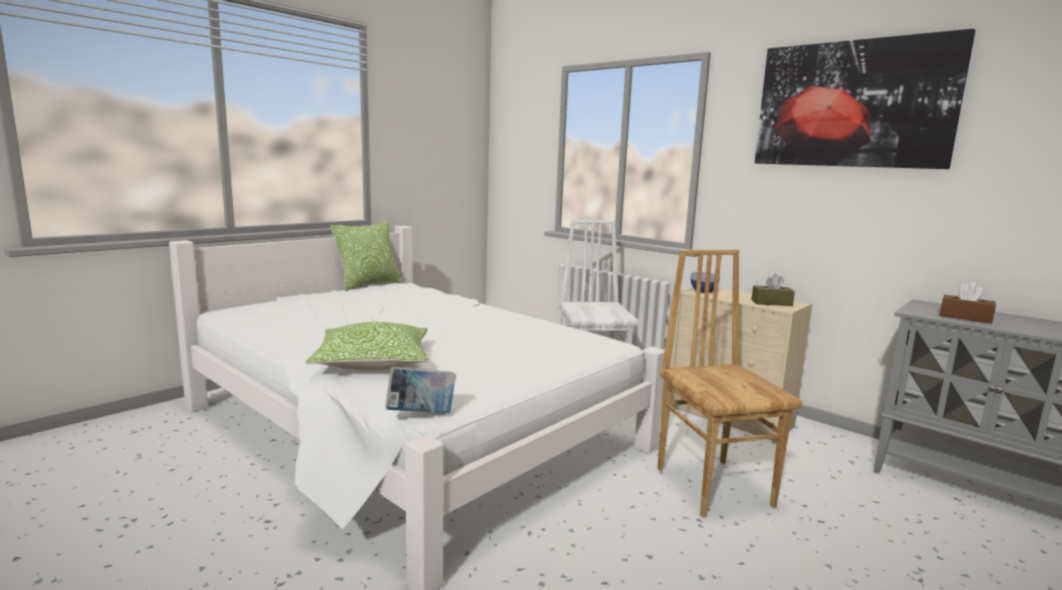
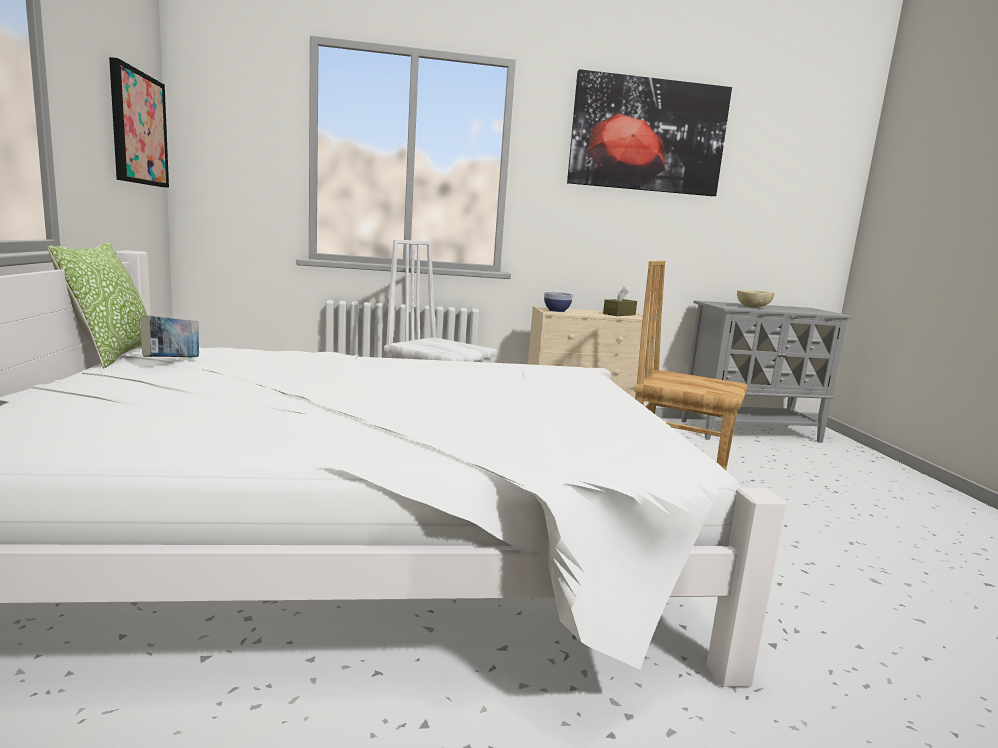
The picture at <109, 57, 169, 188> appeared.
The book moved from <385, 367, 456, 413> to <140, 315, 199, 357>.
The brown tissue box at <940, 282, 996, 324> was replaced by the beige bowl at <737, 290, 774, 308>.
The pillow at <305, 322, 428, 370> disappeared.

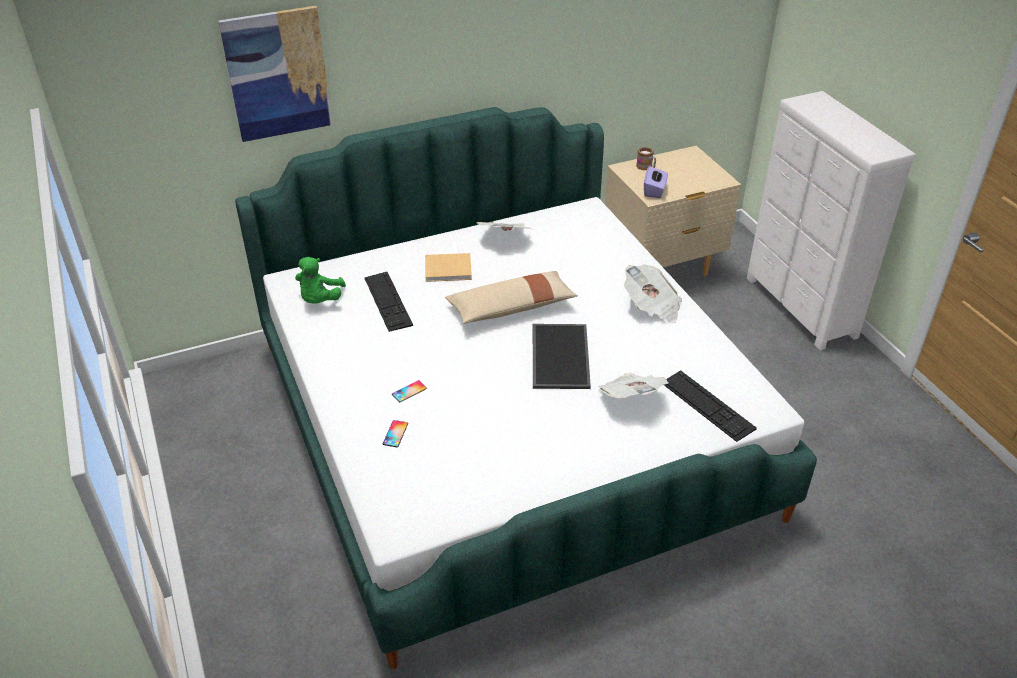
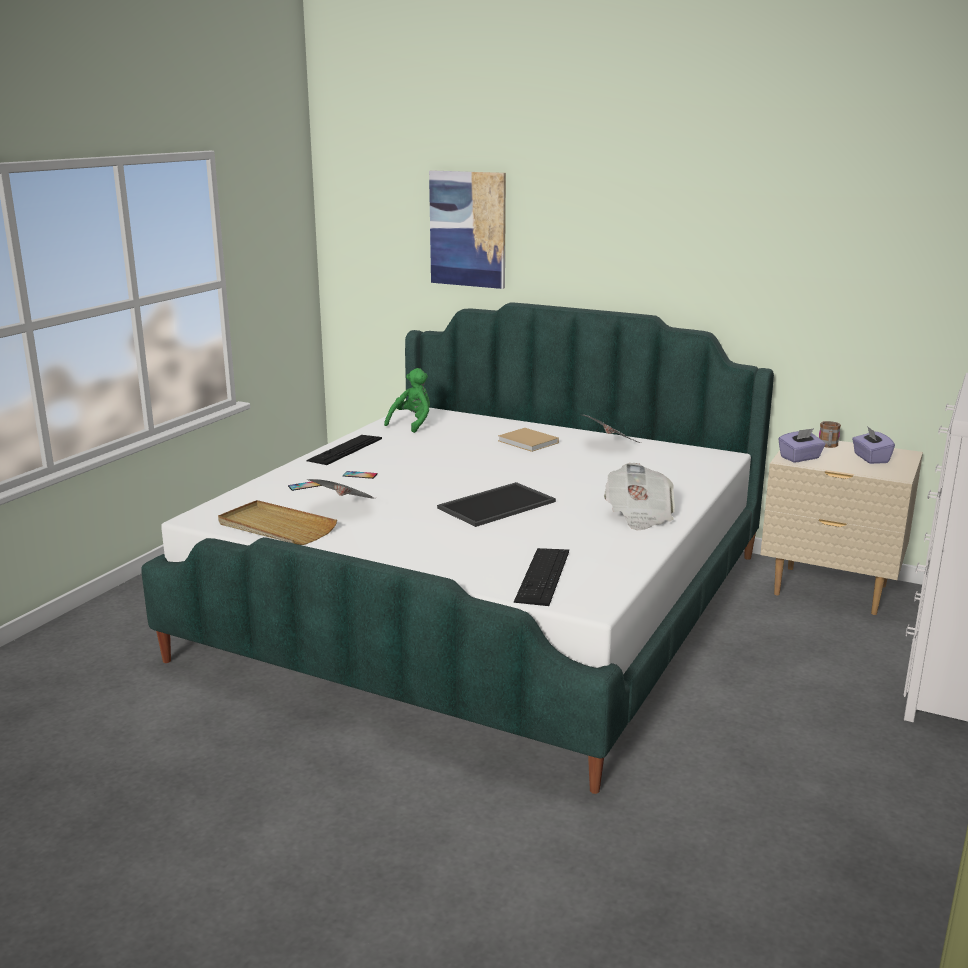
The beige tray at <218, 500, 337, 545> appeared.
The keyboard moved from <364, 272, 413, 332> to <306, 435, 382, 465>.
The newspaper moved from <598, 373, 669, 398> to <308, 479, 373, 498>.
The green plush toy at <295, 257, 346, 304> turned 150 degrees clockwise.
The purple tissue box at <852, 426, 895, 464> appeared.
The beige pillow at <445, 271, 578, 324> disappeared.

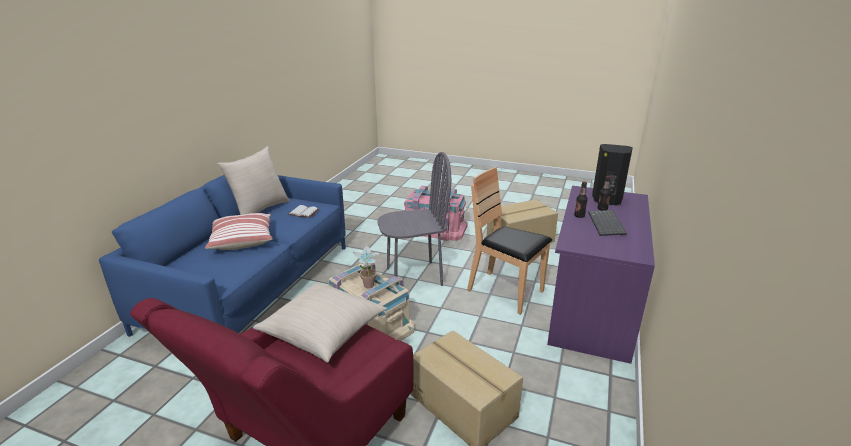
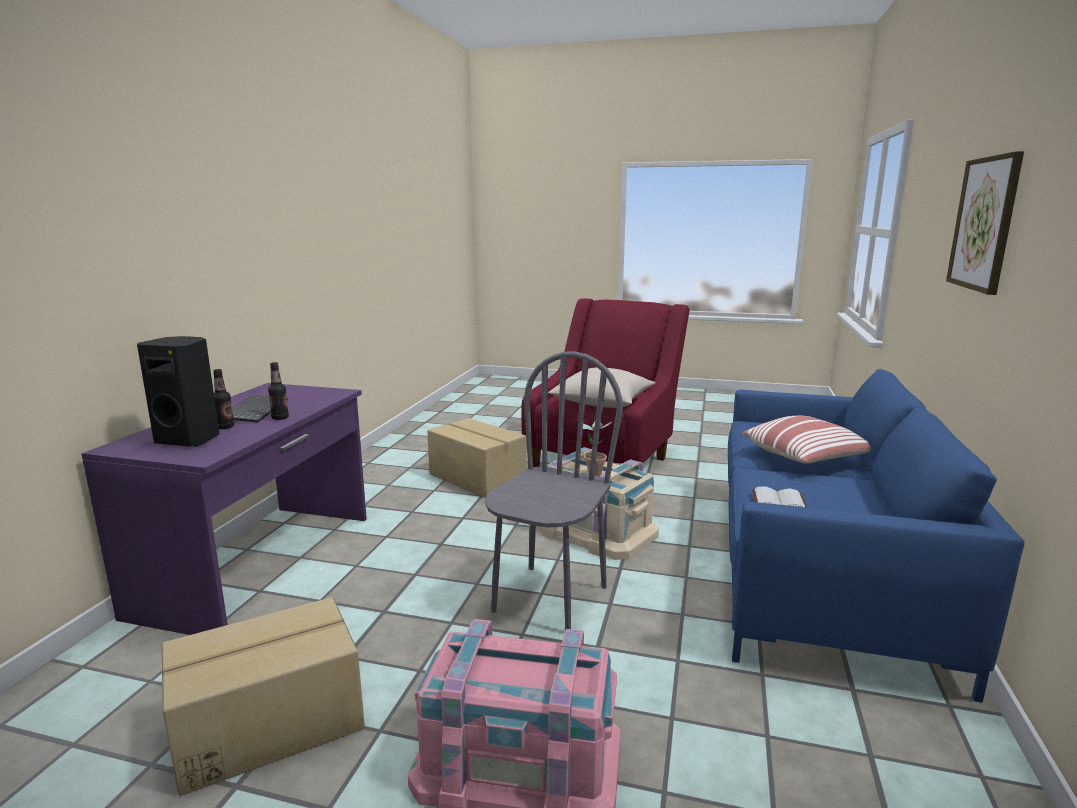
The grey chair at <377, 152, 451, 286> turned 135 degrees clockwise.
The picture at <946, 151, 1024, 295> appeared.
The beige pillow at <217, 146, 290, 215> disappeared.
The brown chair at <467, 167, 552, 315> disappeared.

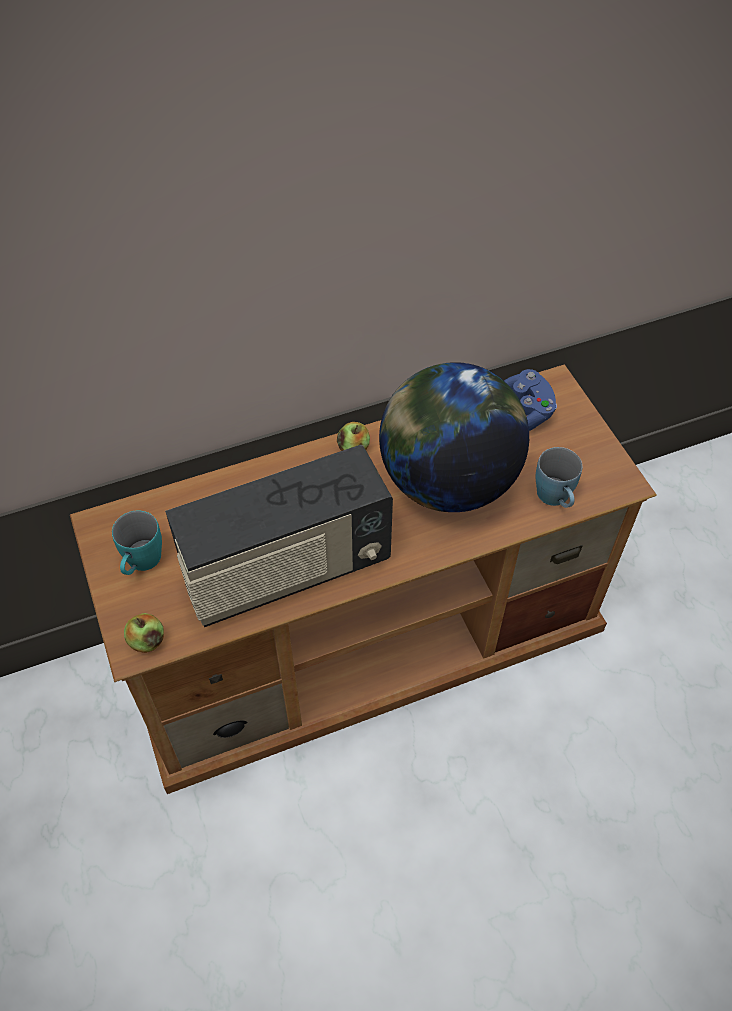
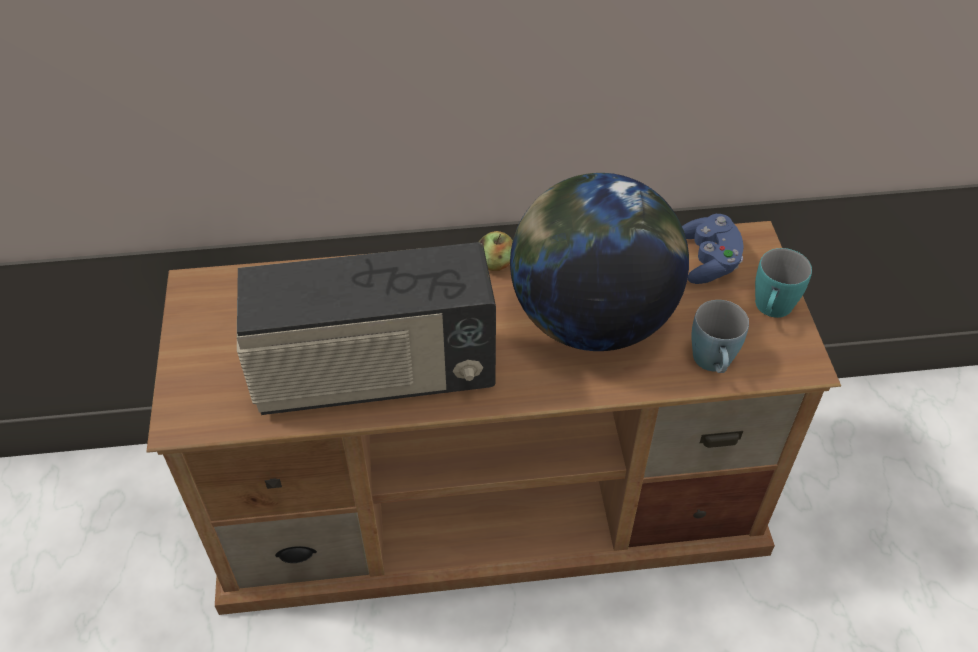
The turquoise mug moved from <112, 511, 162, 575> to <755, 248, 812, 318>.
The apple at <124, 613, 164, 653> disappeared.

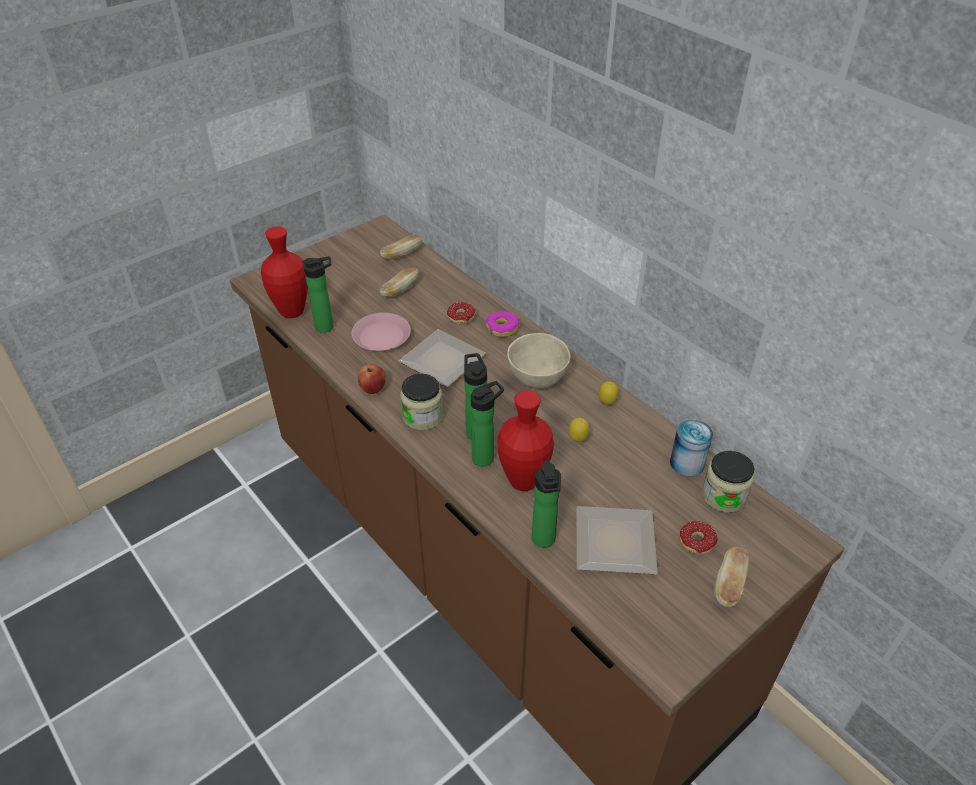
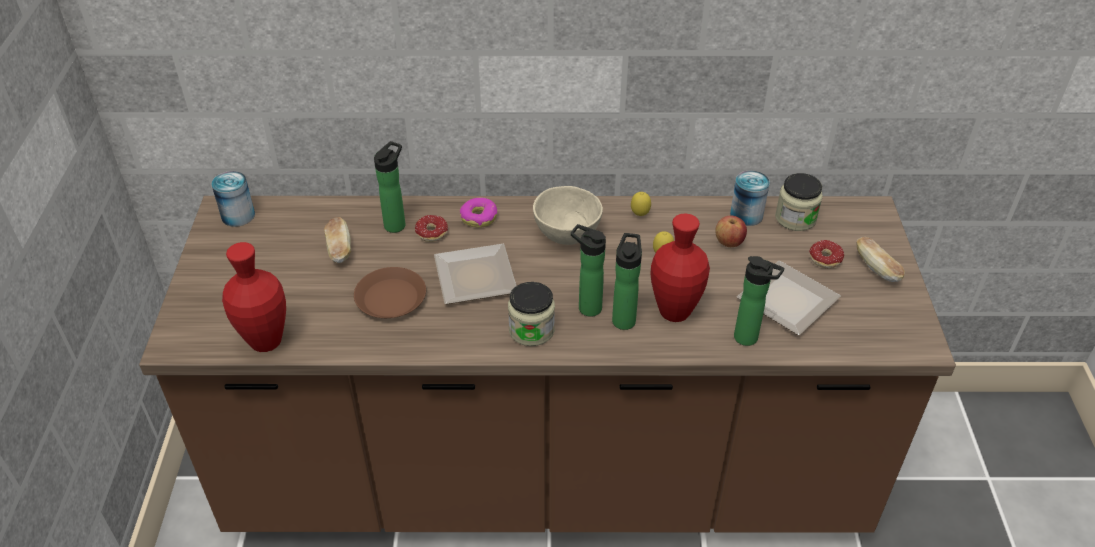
The can at <212, 171, 255, 227> appeared.
The pink plate at <351, 313, 411, 352> became the brown plate at <354, 267, 426, 318>.
The bottle moved from <302, 256, 334, 333> to <374, 141, 405, 233>.
The apple moved from <358, 364, 386, 394> to <715, 216, 747, 247>.
The bread at <380, 235, 422, 259> disappeared.

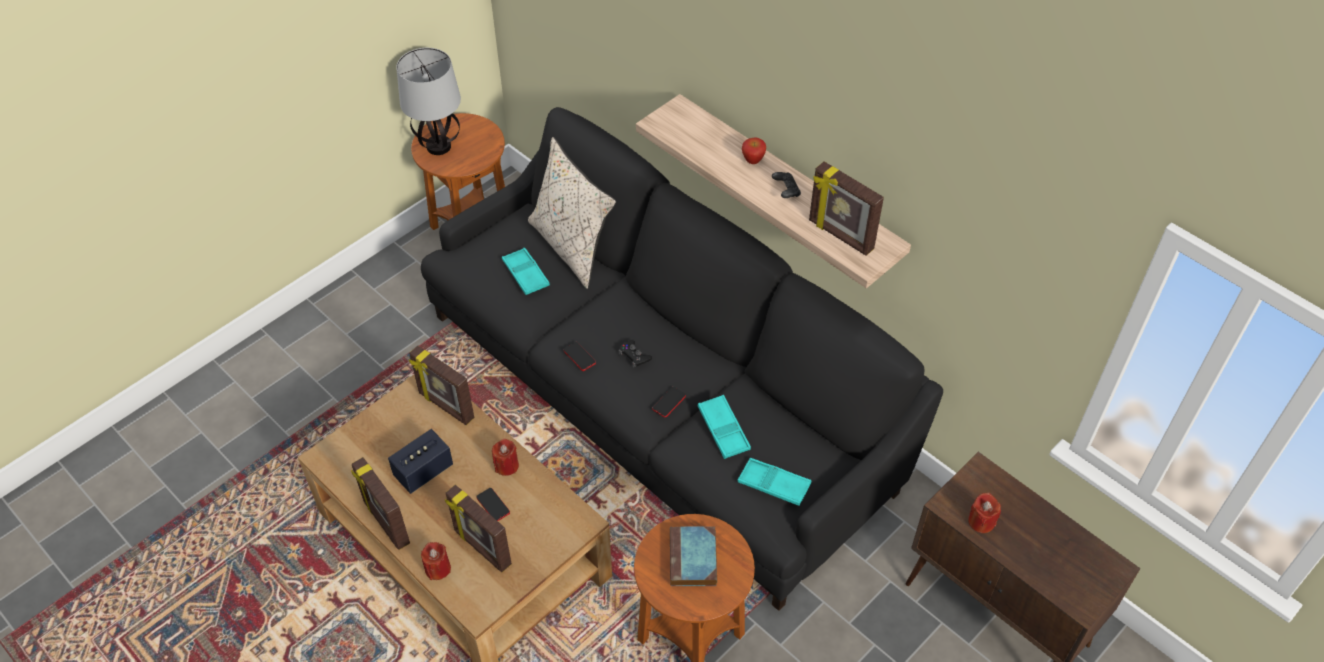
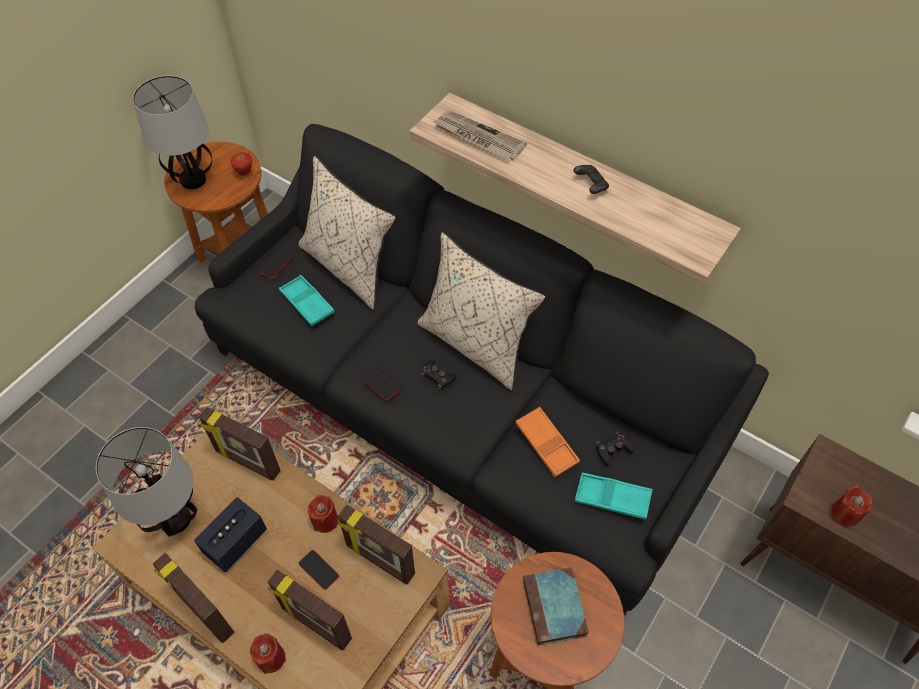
The table lamp at <96, 427, 197, 536> appeared.
The apple moved from <742, 137, 766, 164> to <231, 152, 252, 175>.
The phone moved from <652, 387, 686, 418> to <260, 251, 291, 279>.
The picture frame moved from <809, 161, 884, 256> to <338, 504, 415, 585>.
The beige pillow at <417, 232, 545, 390> appeared.
The newspaper at <433, 111, 527, 161> appeared.
The turquoise tray at <698, 395, 751, 459> became the orange tray at <515, 407, 580, 477>.
The black game controller at <596, 432, 634, 466> appeared.

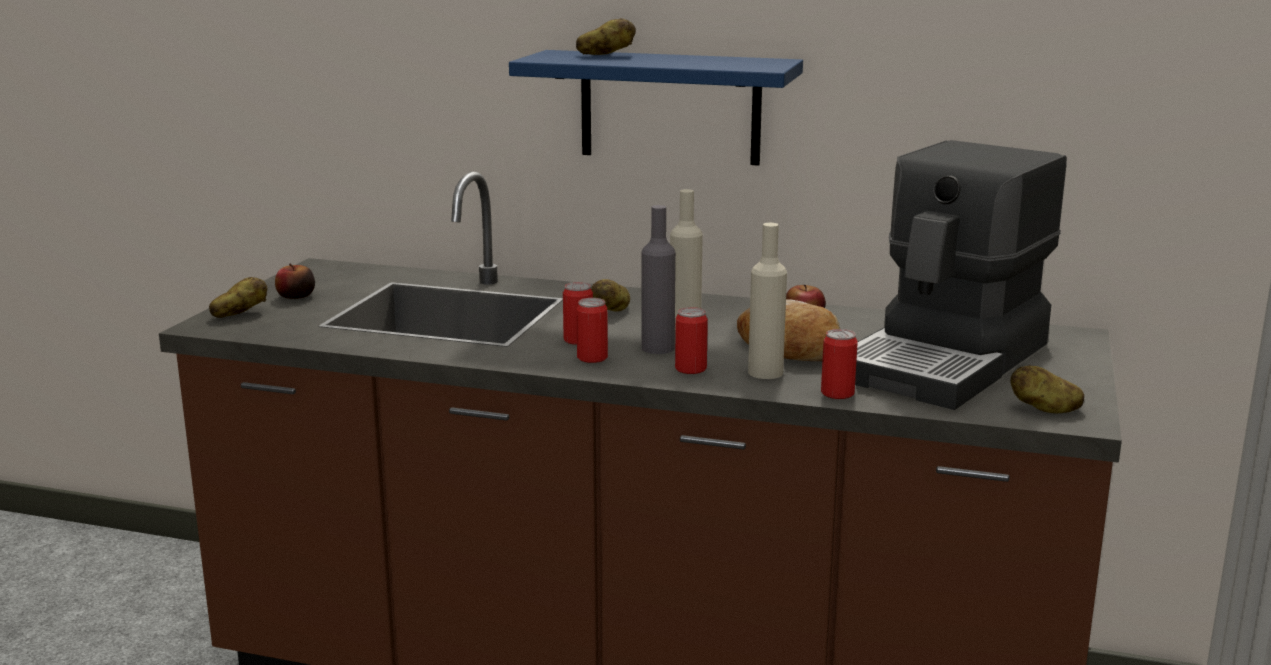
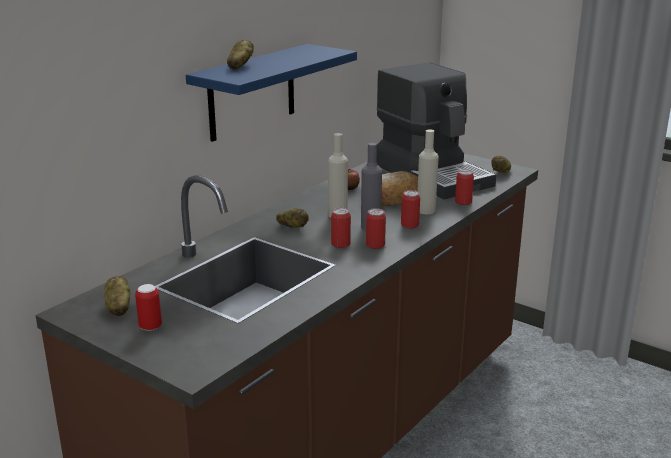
The potato moved from <209, 277, 267, 318> to <104, 276, 130, 316>.
The apple at <275, 264, 315, 299> was replaced by the can at <135, 284, 162, 331>.

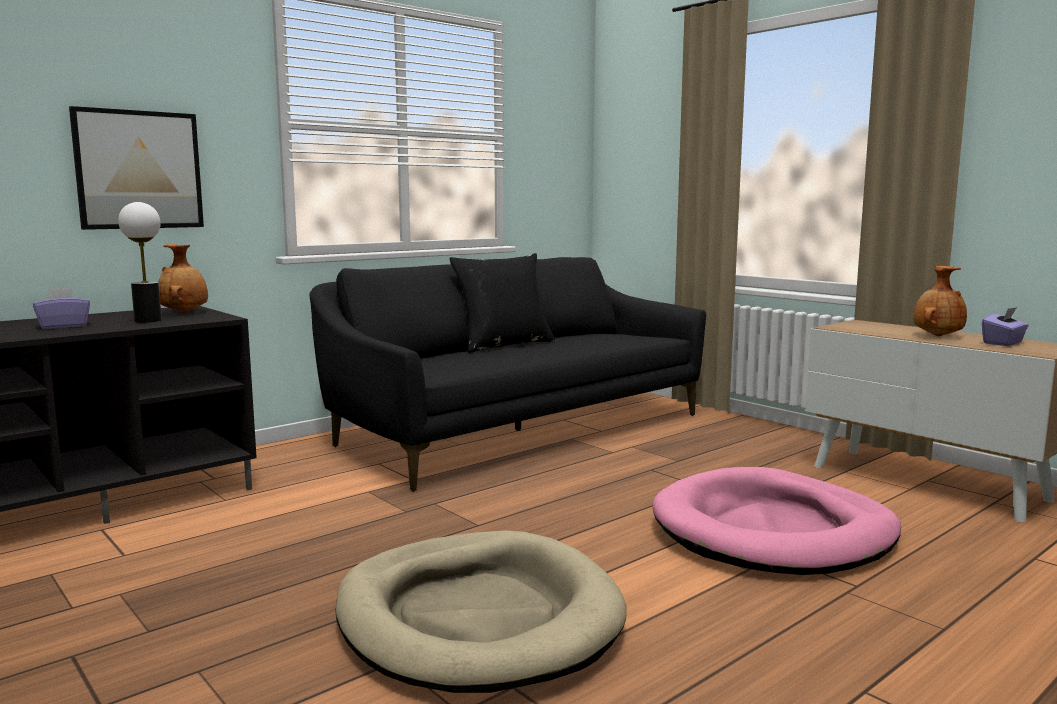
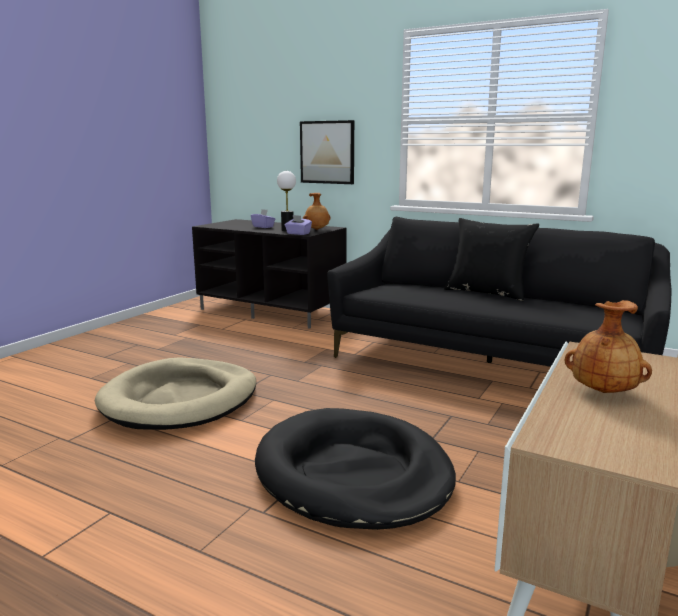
The pink dog bed at <652, 467, 901, 575> became the black dog bed at <255, 408, 456, 530>.
The purple tissue box moved from <982, 307, 1029, 346> to <285, 215, 312, 235>.

